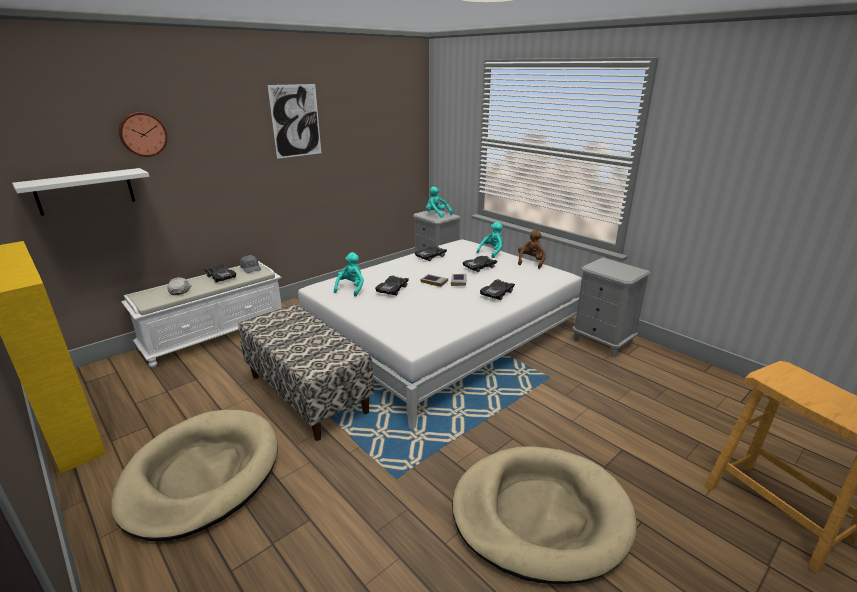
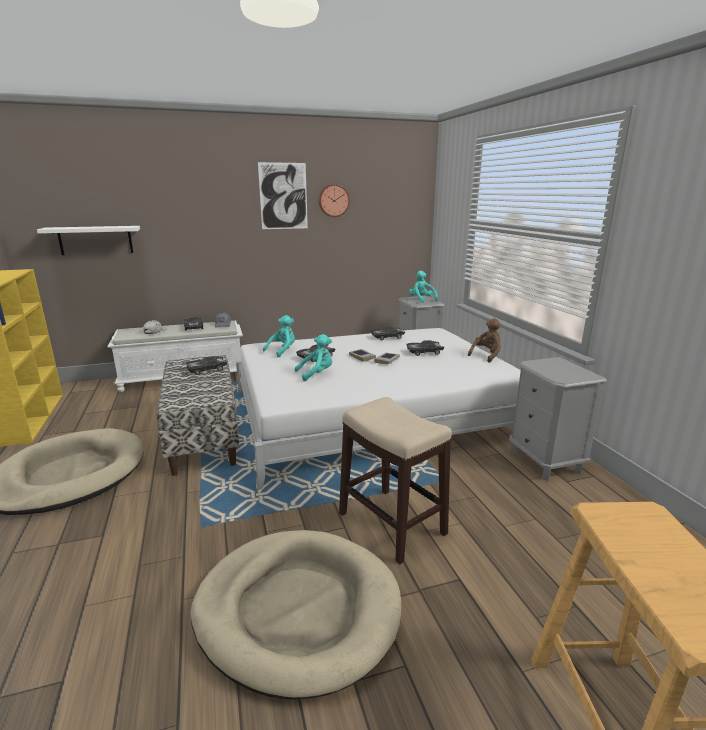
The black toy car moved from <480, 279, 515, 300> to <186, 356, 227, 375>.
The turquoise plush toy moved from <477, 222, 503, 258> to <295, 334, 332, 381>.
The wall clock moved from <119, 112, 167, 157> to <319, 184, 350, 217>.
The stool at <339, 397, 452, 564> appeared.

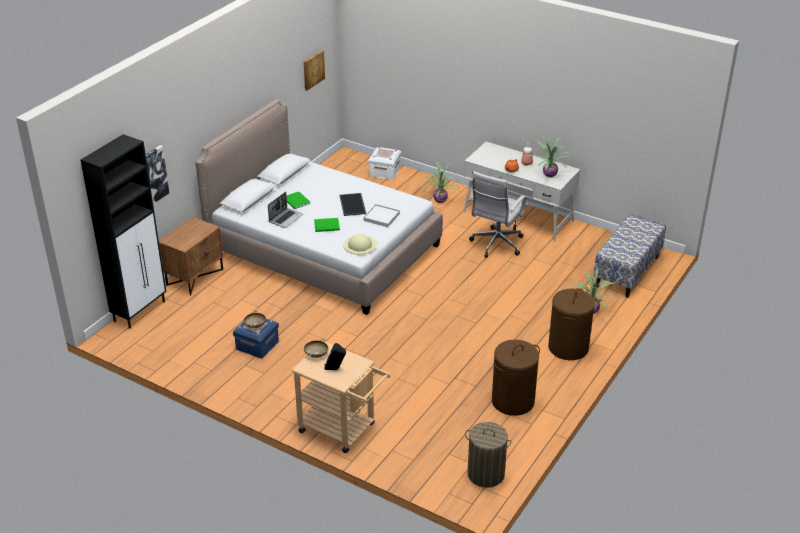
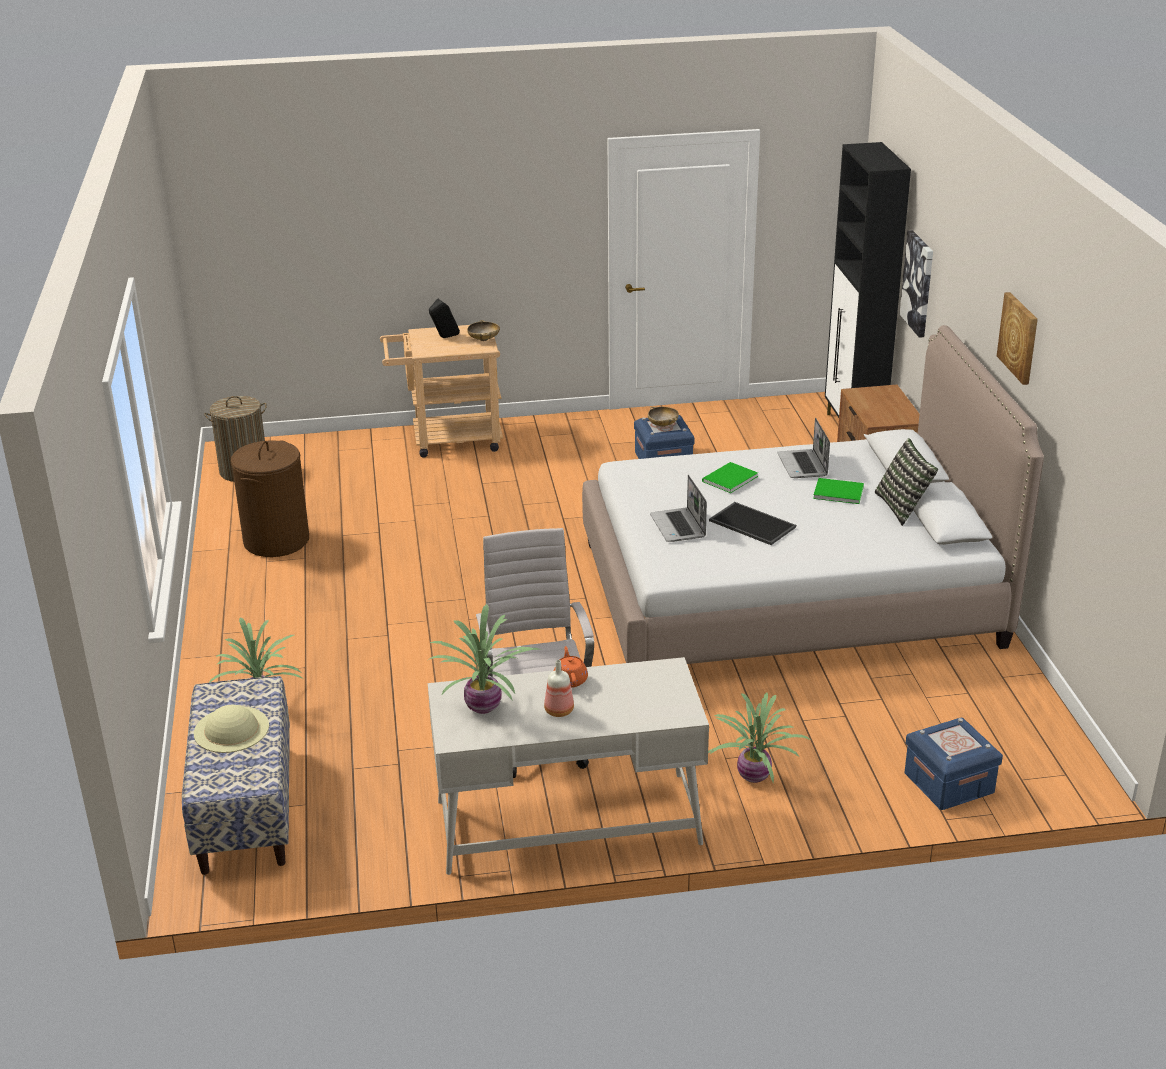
The beige hat moved from <343, 234, 377, 255> to <194, 705, 269, 753>.
The white tray at <363, 204, 400, 227> was replaced by the laptop at <650, 475, 707, 542>.
The pillow at <875, 438, 938, 526> appeared.
The white storage box at <368, 147, 401, 180> became the blue storage box at <904, 718, 1003, 810>.
The picture moved from <304, 50, 325, 91> to <997, 292, 1038, 385>.
The brown laundry basket at <548, 288, 595, 360> disappeared.

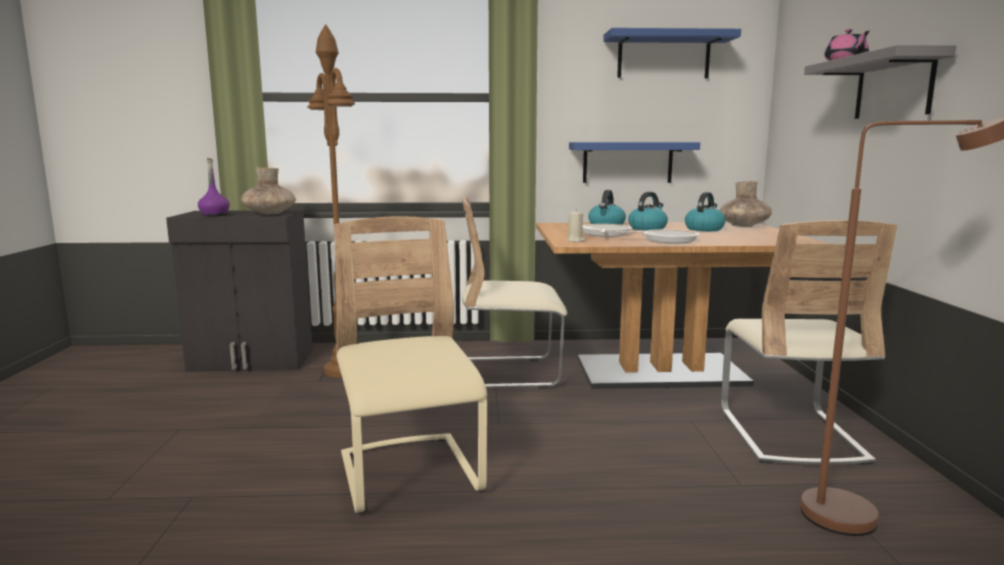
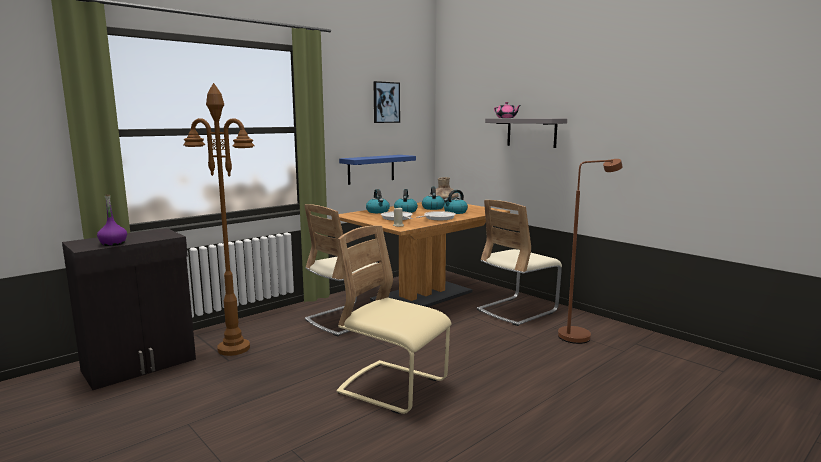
The blue shelf at <603, 28, 741, 78> was replaced by the picture at <373, 81, 400, 123>.
The kettle at <444, 190, 468, 214> appeared.
The beige chair at <721, 220, 897, 465> turned 90 degrees clockwise.
The brown vase at <241, 167, 296, 215> disappeared.

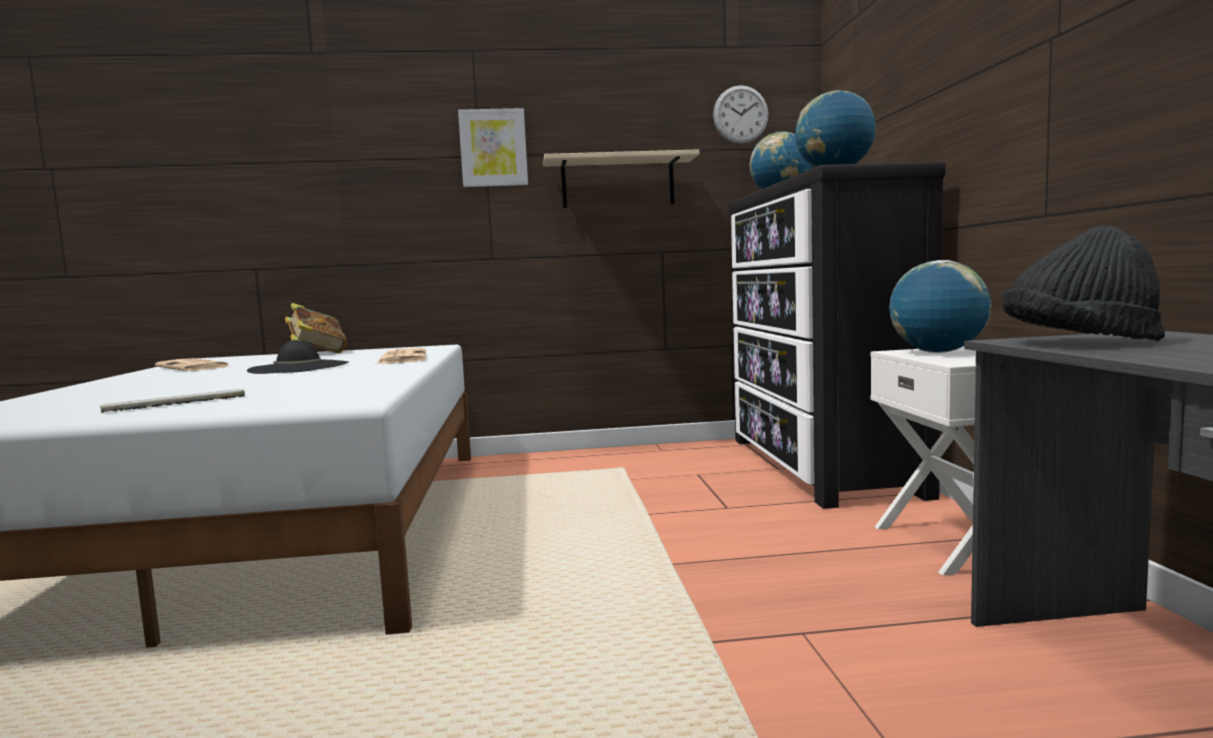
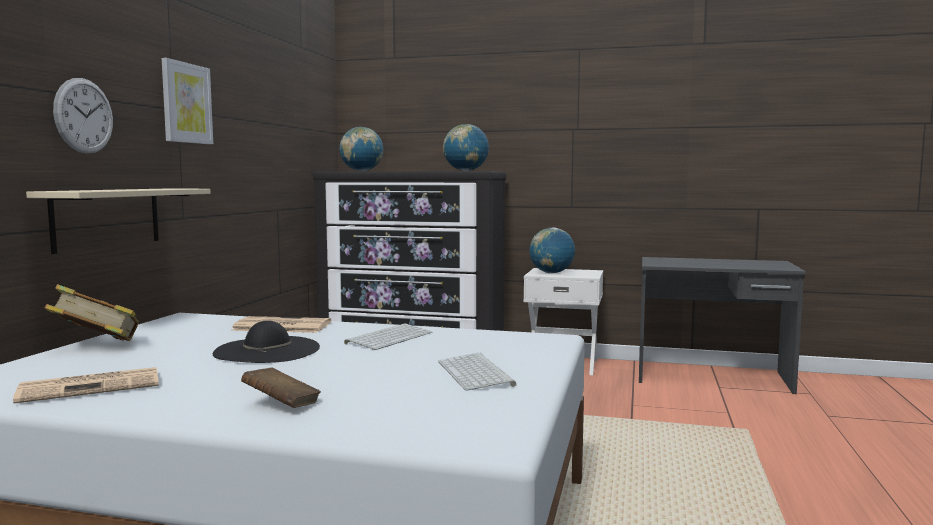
The beige shelf moved from <543, 149, 699, 208> to <26, 188, 210, 254>.
The wall clock moved from <713, 85, 769, 144> to <53, 78, 113, 154>.
The brown book at <241, 367, 321, 408> appeared.
The keyboard at <344, 323, 432, 350> appeared.
The black hat at <1002, 226, 1165, 341> disappeared.

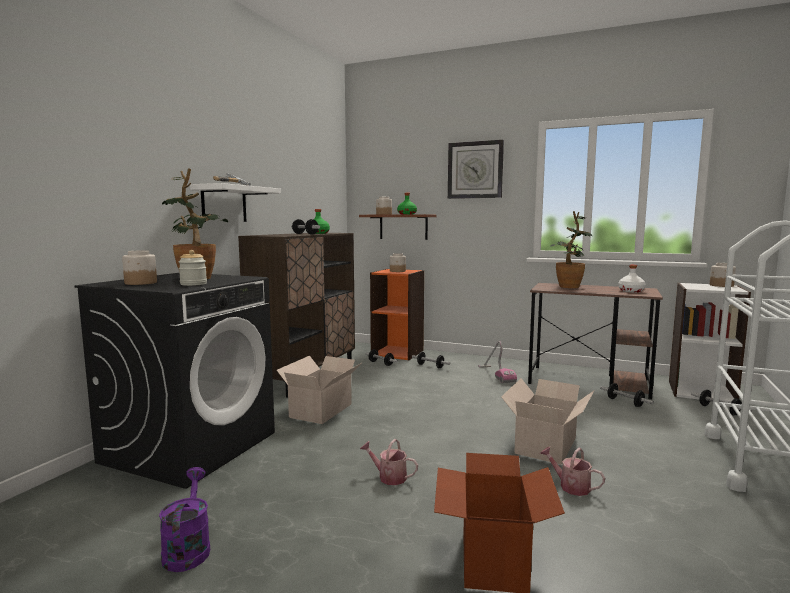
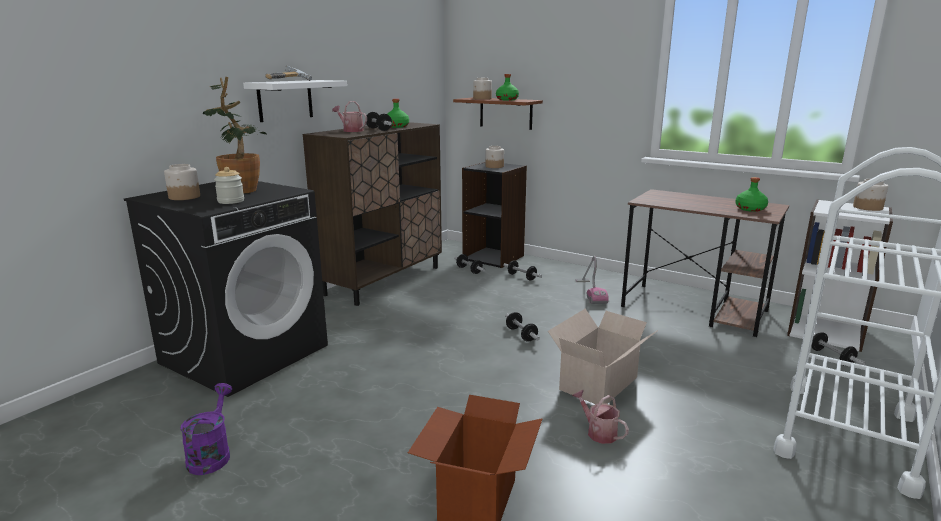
The watering can moved from <360, 439, 418, 485> to <332, 101, 367, 132>.
The orange bookcase at <370, 269, 424, 360> became the black bookcase at <462, 162, 527, 268>.
The dumbbell moved from <600, 383, 654, 407> to <505, 312, 540, 341>.
The white bottle at <618, 265, 646, 292> became the green bottle at <735, 177, 768, 212>.
The cardboard box at <277, 356, 362, 424> disappeared.
The wall clock at <448, 140, 504, 199> disappeared.
The potted plant at <550, 211, 592, 288> disappeared.

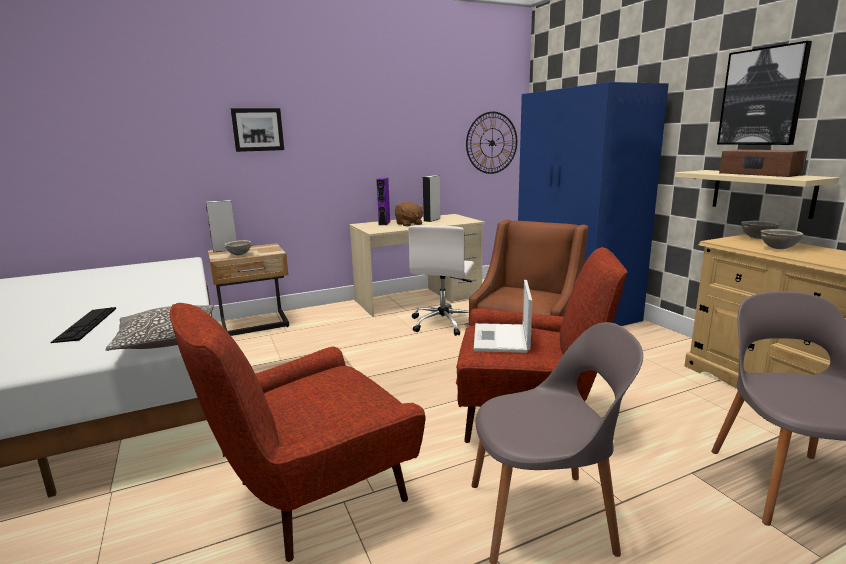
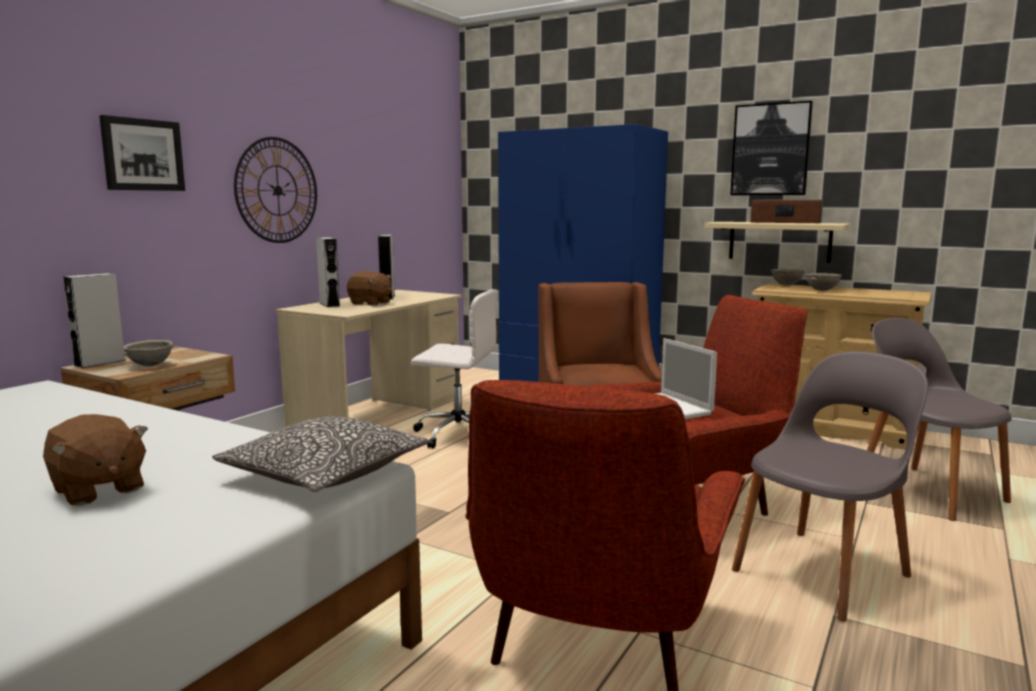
The keyboard at <50, 307, 116, 343> was replaced by the brown plush toy at <43, 414, 148, 506>.
The wall clock moved from <466, 112, 517, 174> to <234, 137, 317, 243>.
The purple speaker at <376, 178, 390, 225> became the grey speaker at <316, 237, 340, 307>.
The white office chair at <408, 225, 474, 336> turned 60 degrees counterclockwise.

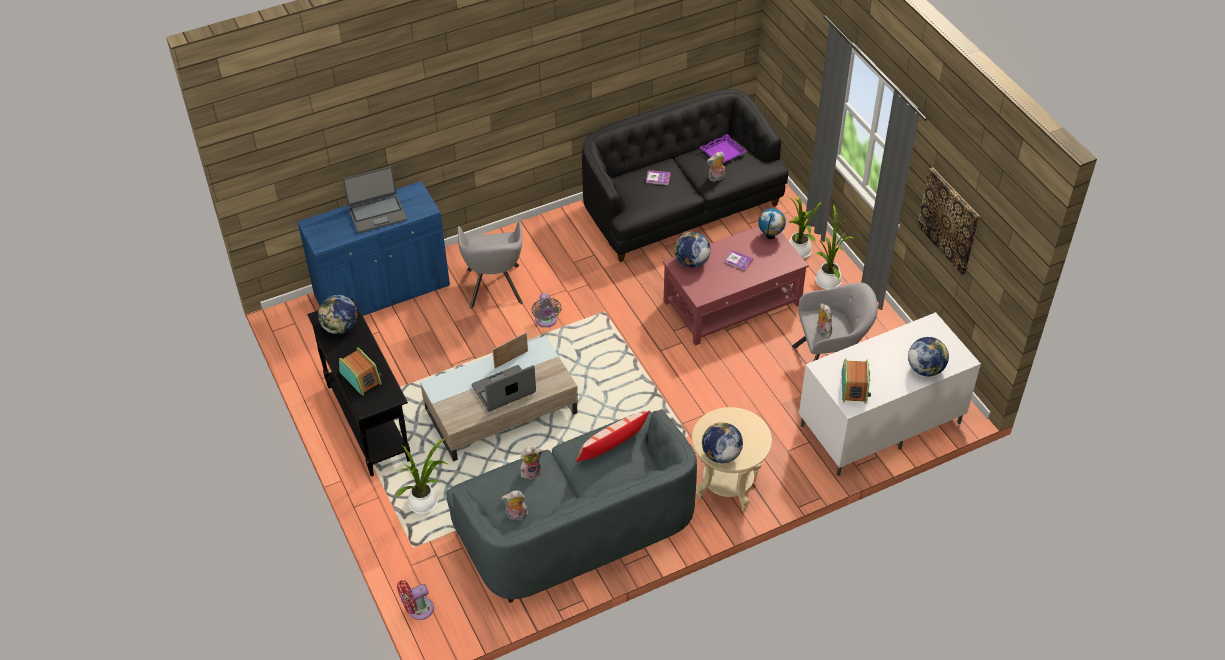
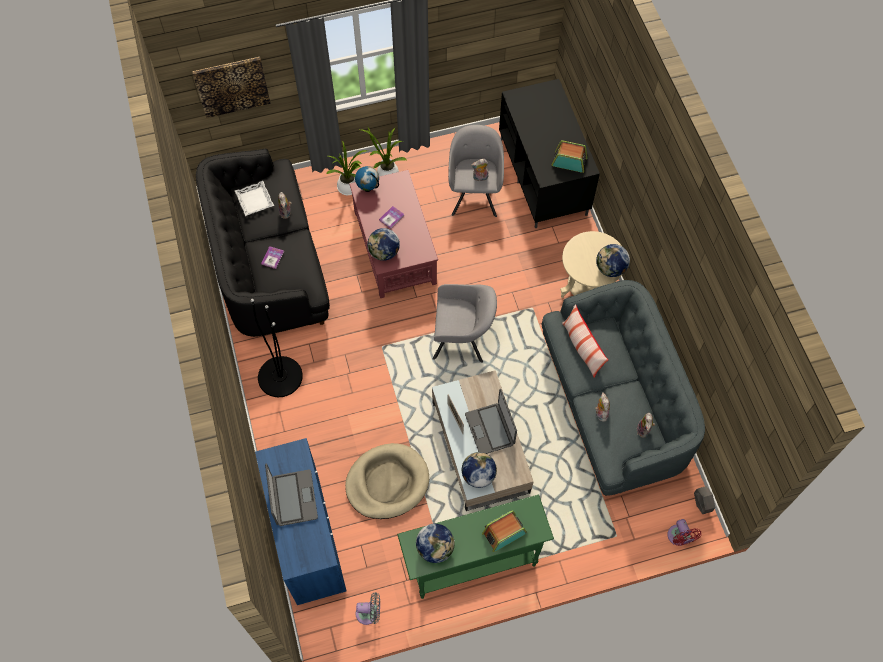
The picture moved from <917, 167, 980, 275> to <192, 57, 271, 118>.
The purple tray at <700, 134, 747, 163> became the white tray at <235, 181, 274, 216>.
The black floor lamp at <251, 299, 303, 397> appeared.
The beige dog bed at <345, 443, 429, 519> appeared.
The grey fan moved from <531, 293, 562, 327> to <356, 592, 380, 625>.
The black console table at <307, 298, 410, 476> became the green console table at <397, 494, 554, 599>.
The grey armchair moved from <458, 221, 523, 309> to <433, 284, 497, 363>.
The globe moved from <908, 337, 949, 376> to <462, 452, 497, 488>.
The white tv stand at <799, 312, 981, 476> became the black tv stand at <499, 79, 600, 228>.
The grey planter at <694, 486, 715, 514> appeared.
The potted plant at <396, 437, 447, 514> disappeared.

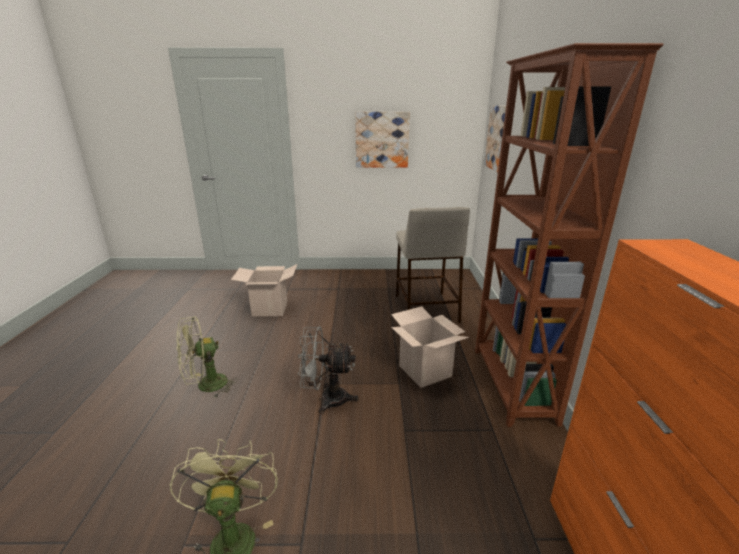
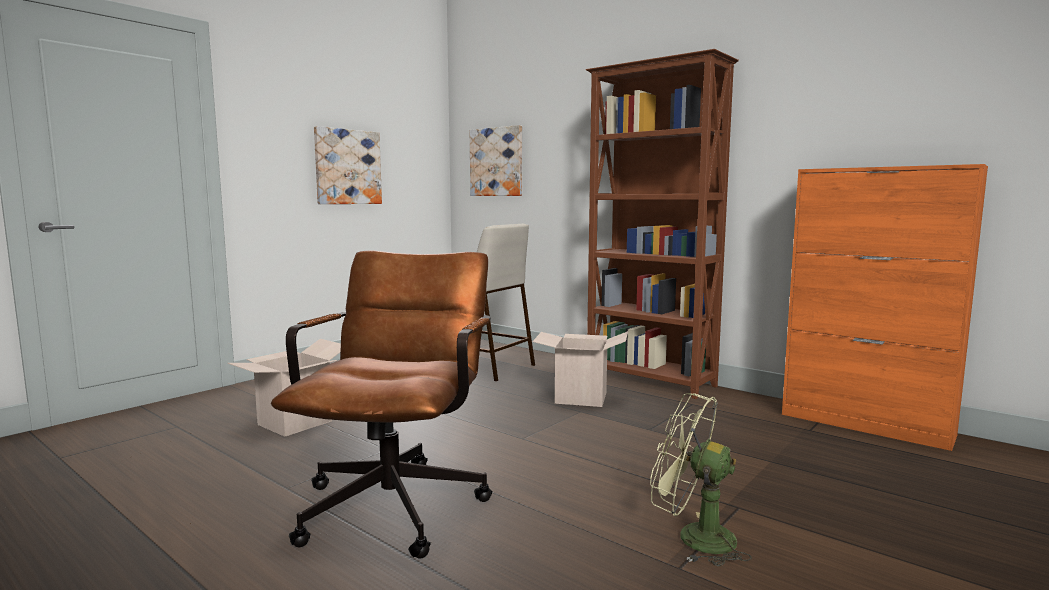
The green fan at <177, 316, 238, 399> was replaced by the brown office chair at <271, 250, 492, 558>.
The grey fan at <298, 326, 359, 414> disappeared.

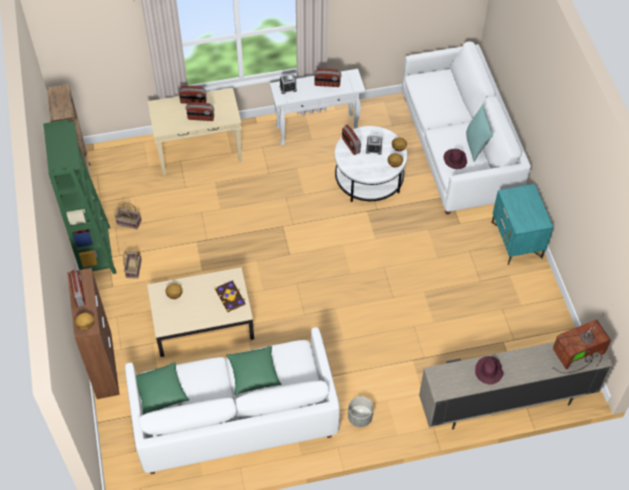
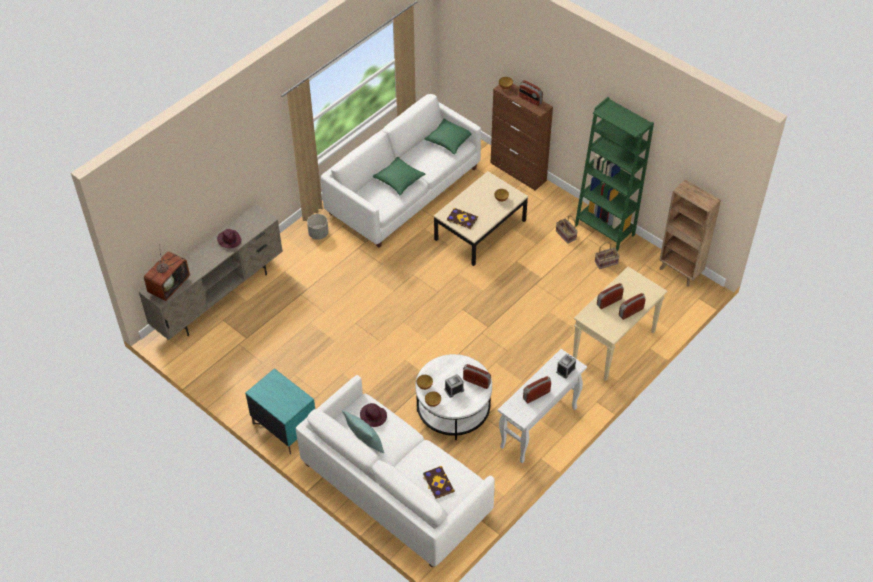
The book at <423, 466, 455, 499> appeared.

